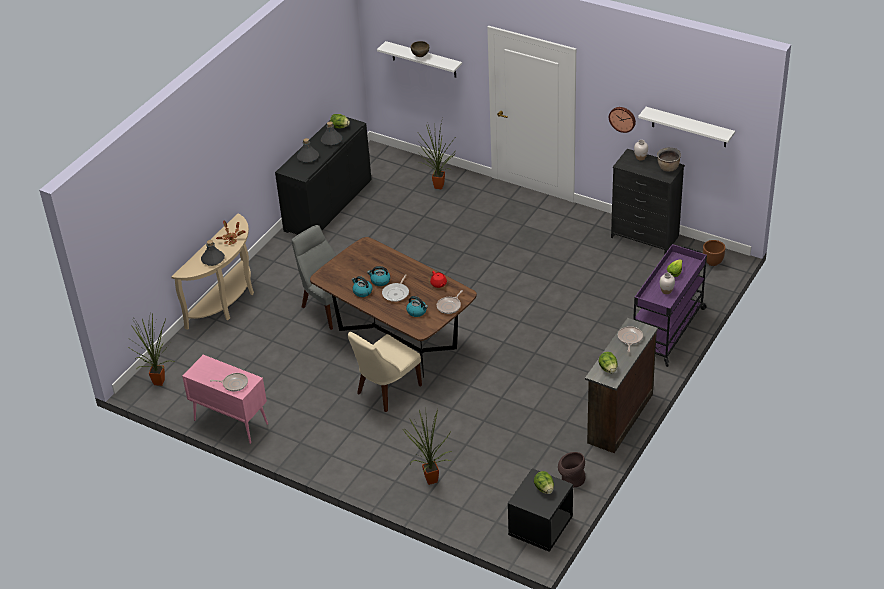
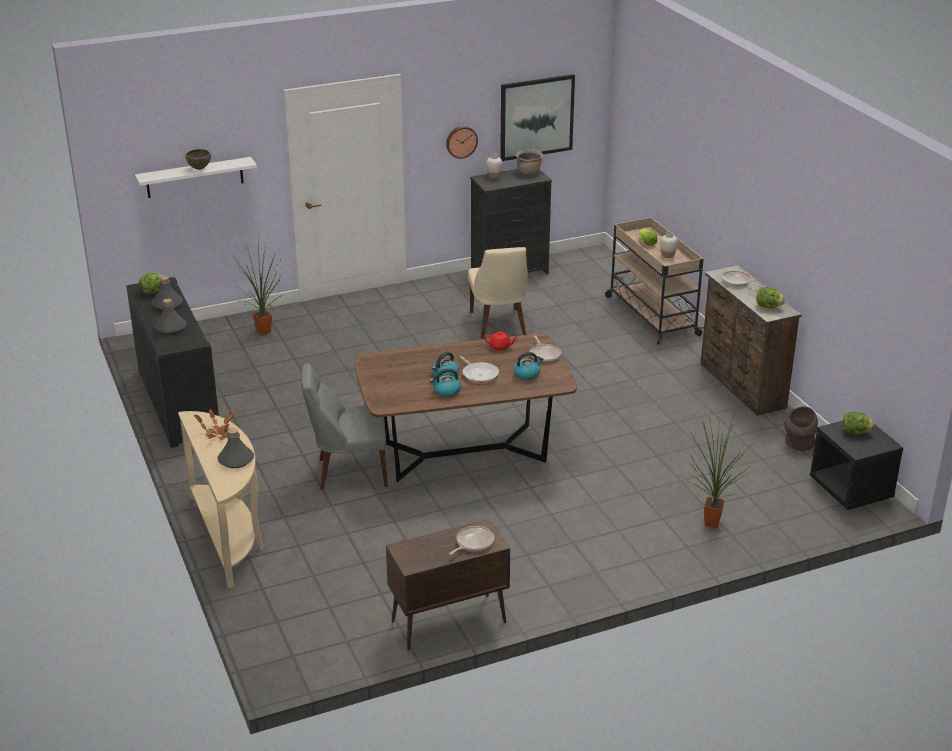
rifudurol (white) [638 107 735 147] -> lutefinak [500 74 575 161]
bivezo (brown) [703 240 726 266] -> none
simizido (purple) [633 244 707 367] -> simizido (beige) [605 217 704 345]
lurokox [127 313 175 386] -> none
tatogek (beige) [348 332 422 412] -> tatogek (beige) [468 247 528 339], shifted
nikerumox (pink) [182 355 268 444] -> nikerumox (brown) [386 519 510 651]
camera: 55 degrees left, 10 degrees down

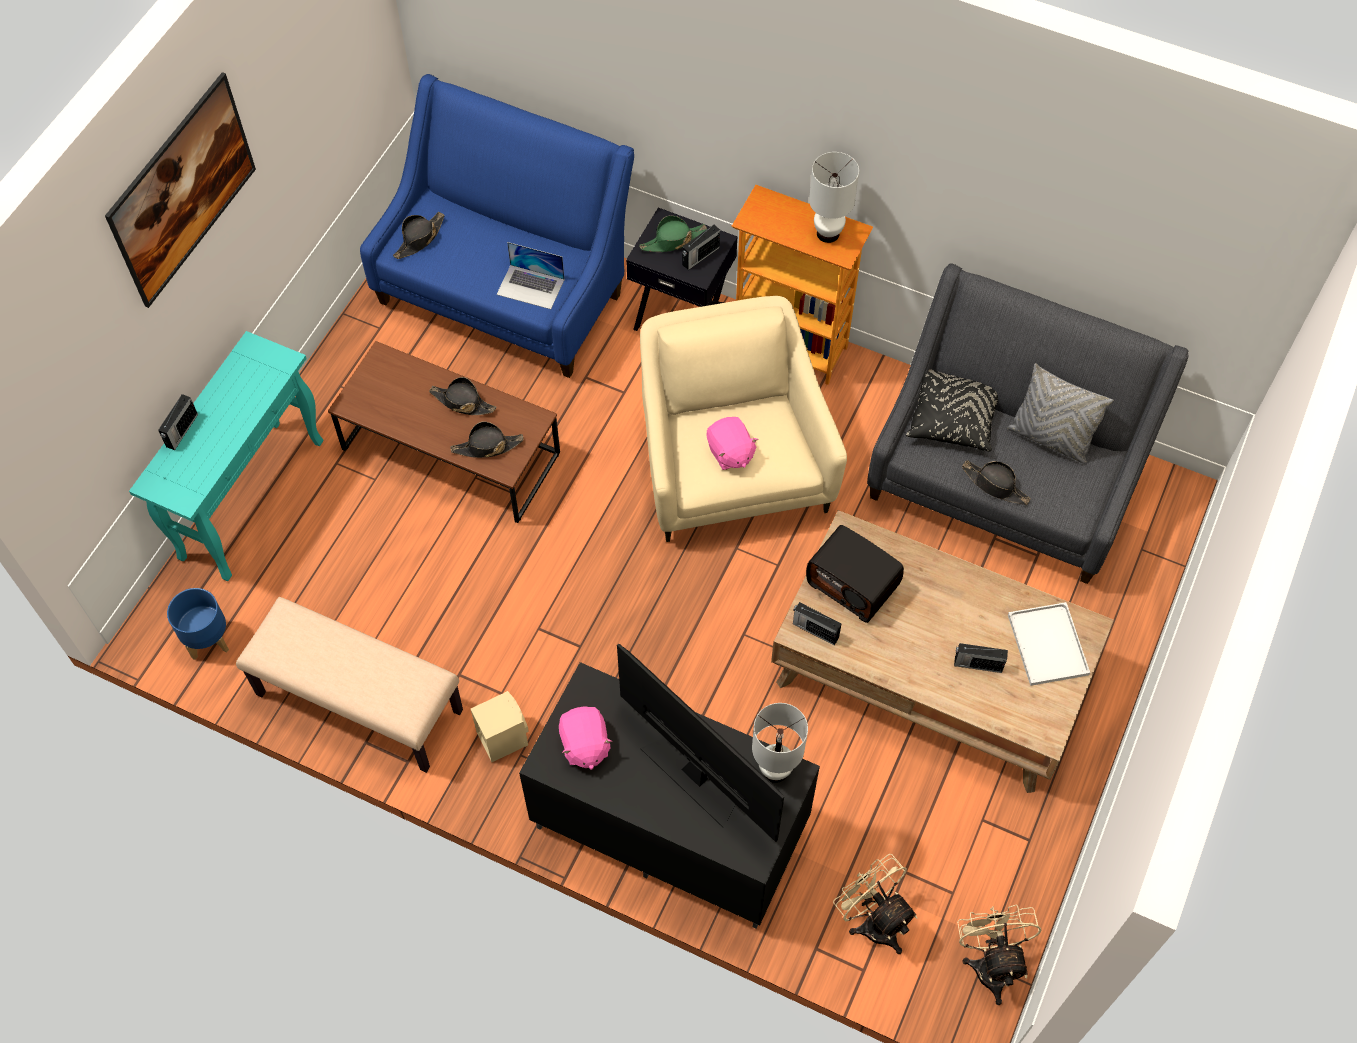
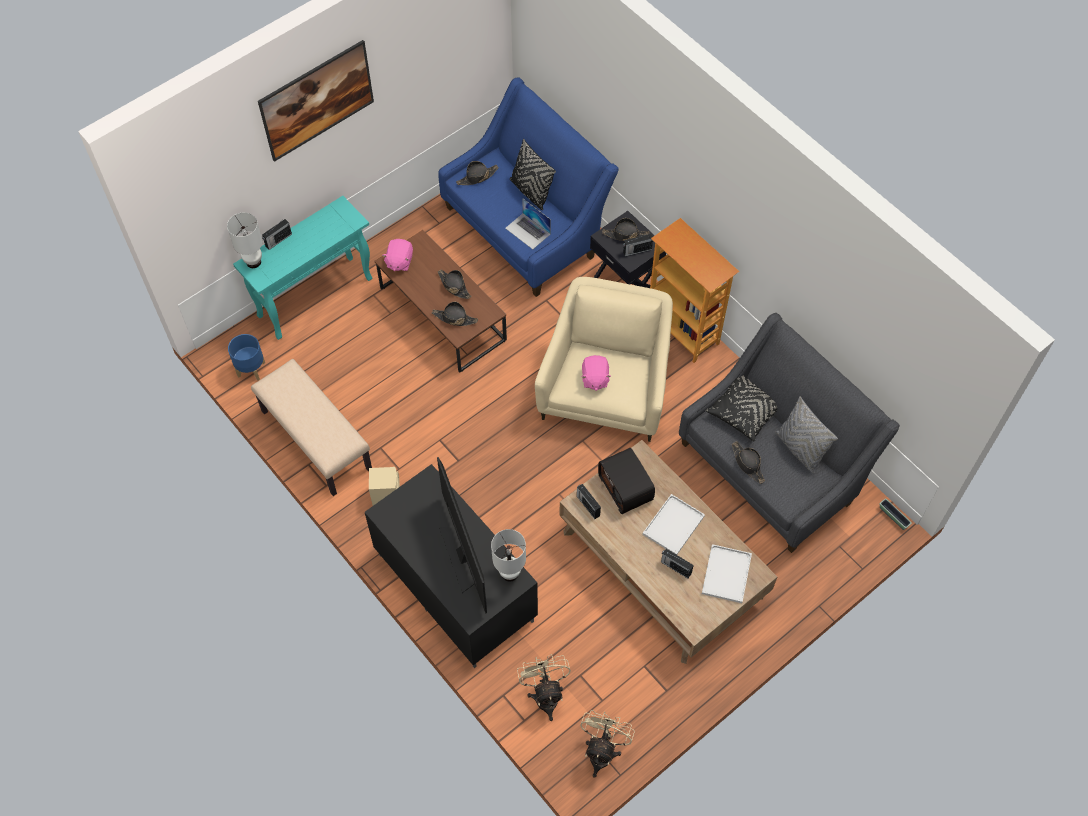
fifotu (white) [809 152 859 243] -> fifotu (white) [227 212 263 268], shifted
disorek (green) [639 215 707 252] -> disorek (black) [602 218 650 241]
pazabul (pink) [559 706 612 770] -> pazabul (pink) [382 239 413 271], shifted
none -> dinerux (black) [510 139 556 210]
none -> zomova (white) [643 494 705 555]
none -> bivezo [880 498 912 530]
camera: 25 degrees right, 0 degrees up

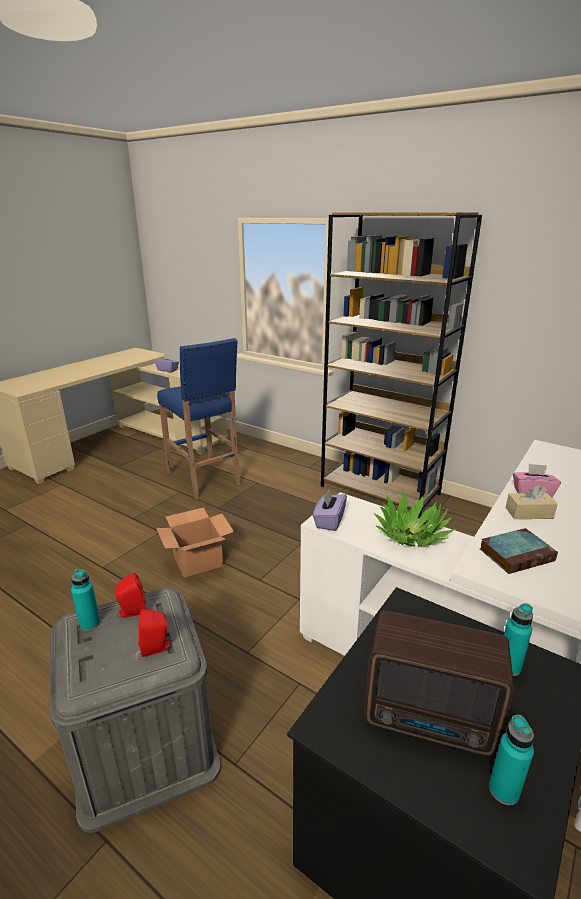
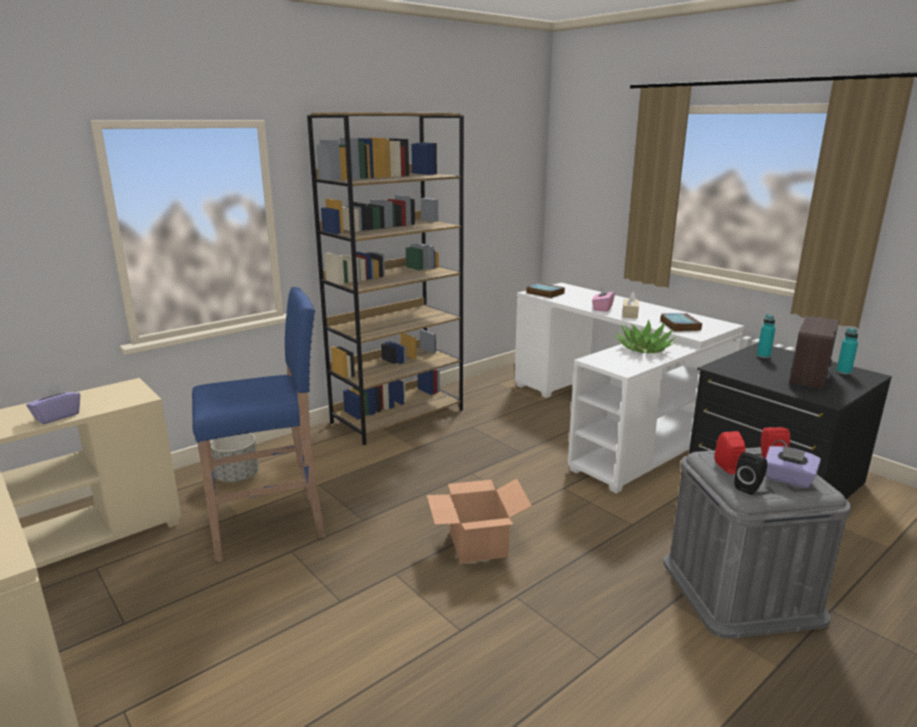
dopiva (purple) [313 489 347 531] -> dopiva (purple) [766 446 821 488], shifted
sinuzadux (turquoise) [71 569 100 631] -> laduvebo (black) [734 452 767 495]
none -> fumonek [526 283 565 298]
none -> bivezo (grey) [211 433 259 482]
camera: 75 degrees left, 5 degrees down

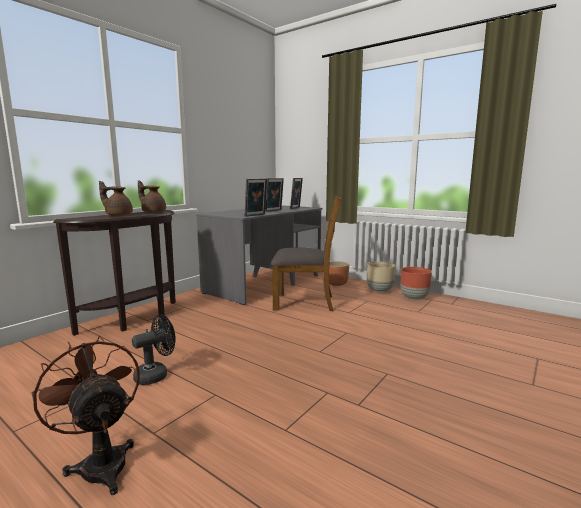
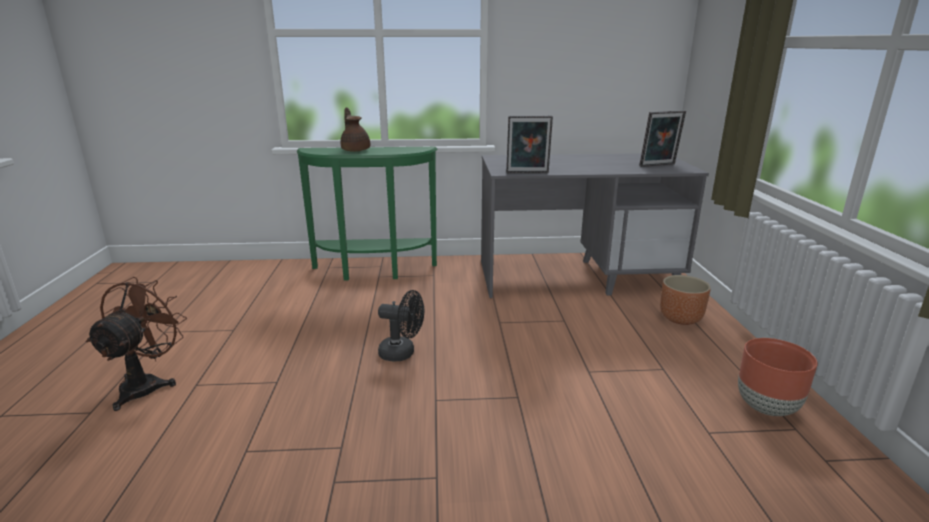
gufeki [265 178 284 212] -> none
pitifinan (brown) [138 180 166 213] -> none
tatogek (brown) [271 195 341 311] -> none
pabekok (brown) [53 210 176 336] -> pabekok (green) [297 147 438 280]
bivezo (beige) [367 261 395 292] -> none
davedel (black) [132 315 176 385] -> davedel (black) [378 290 424 361], shifted
camera: 50 degrees right, 10 degrees up

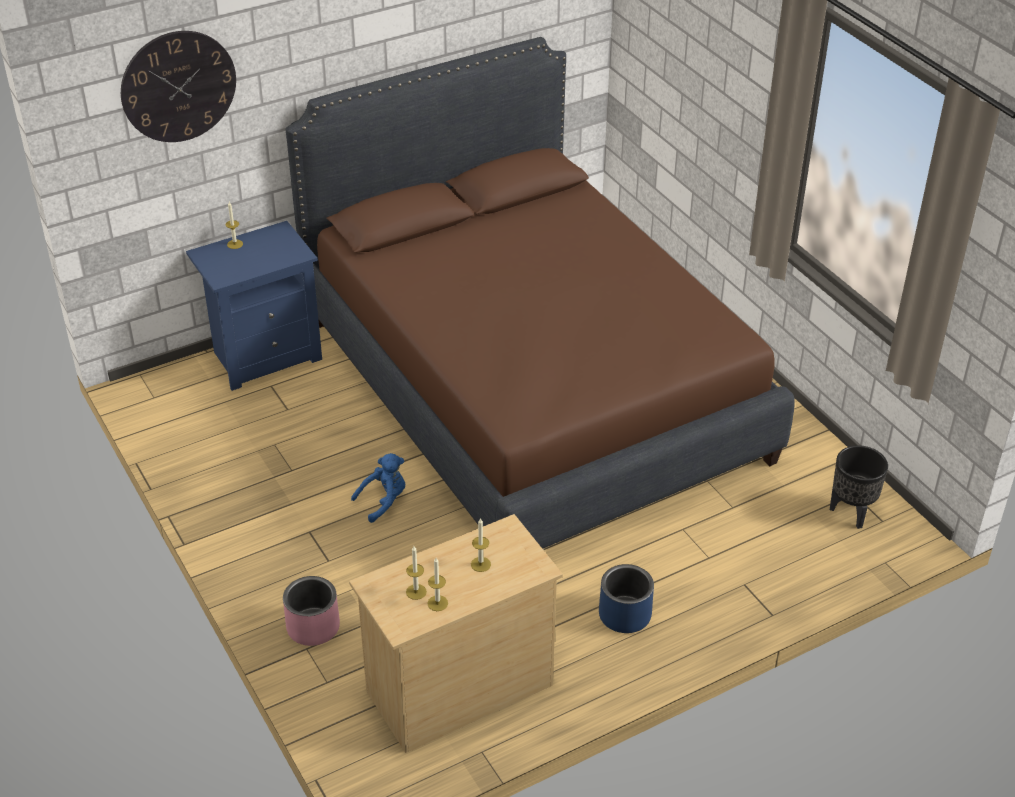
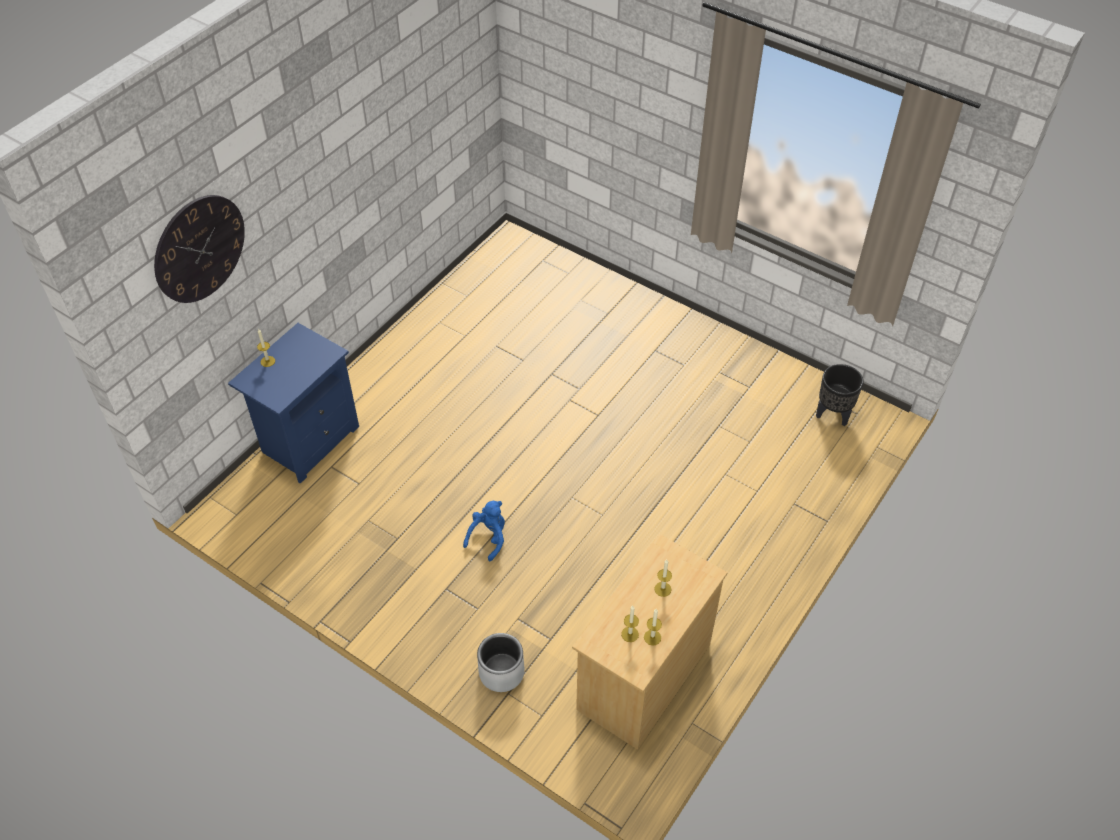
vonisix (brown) [286 37 795 549] -> none
bivezo (blue) [599 564 654 633] -> none
bivezo (pink) [283 576 340 646] -> bivezo (grey) [477 633 525 692]
camera: 25 degrees left, 10 degrees up

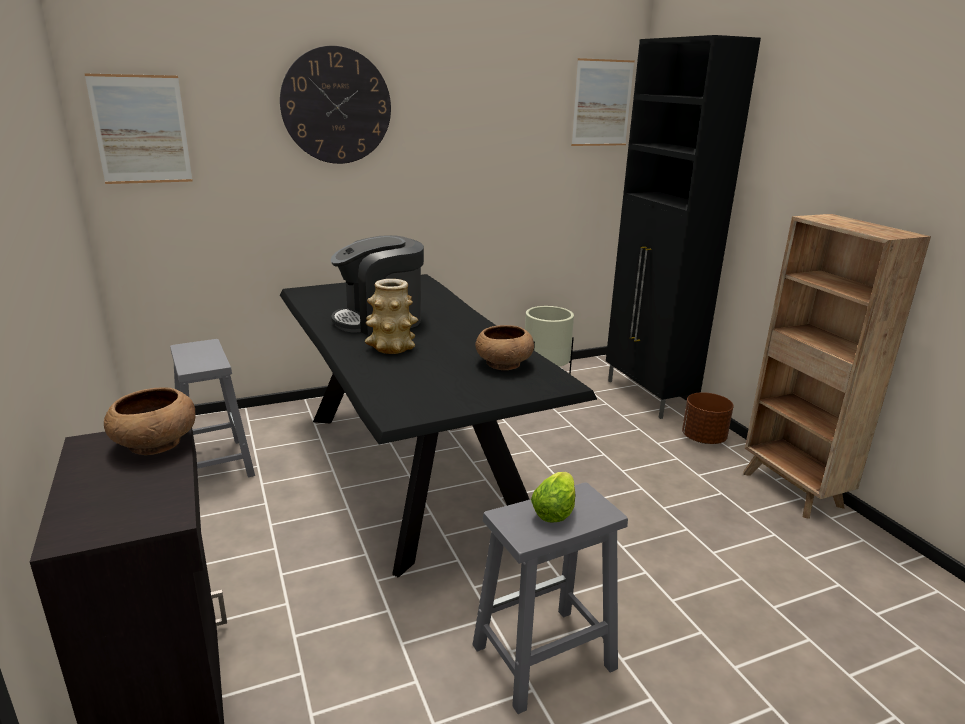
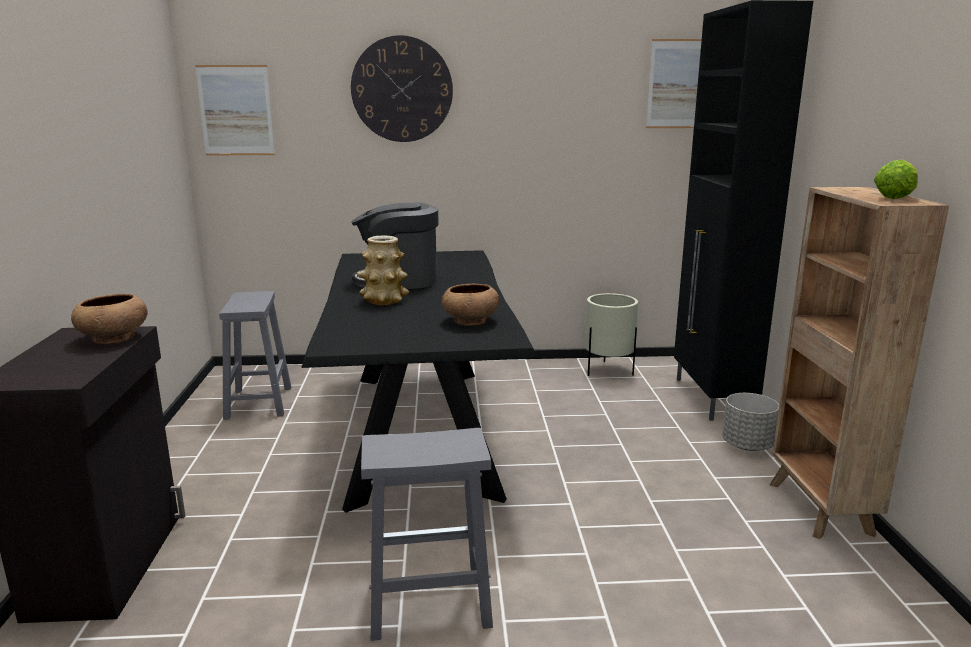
bivezo (brown) [682 392 733 444] -> bivezo (grey) [722 393 779 451]
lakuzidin [531 472 575 523] -> lakuzidin [874 160 918 199], shifted
camera: 20 degrees right, 5 degrees down

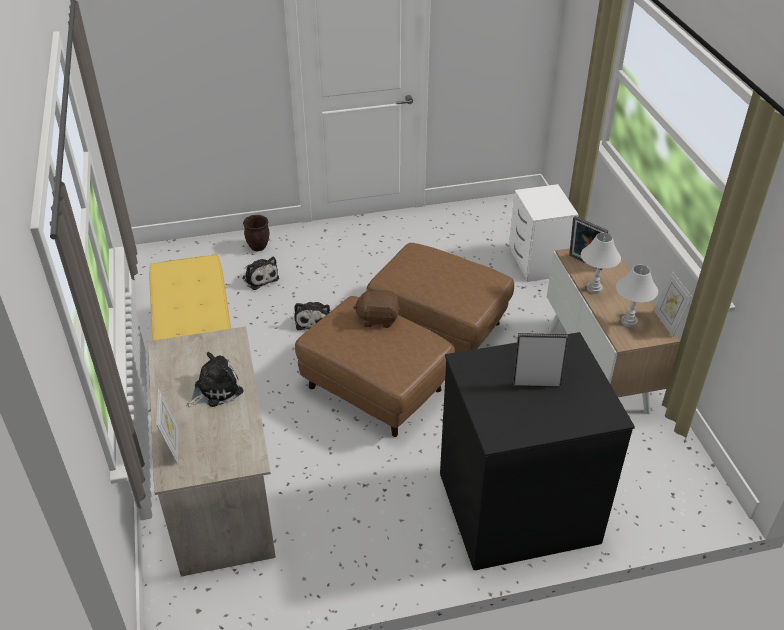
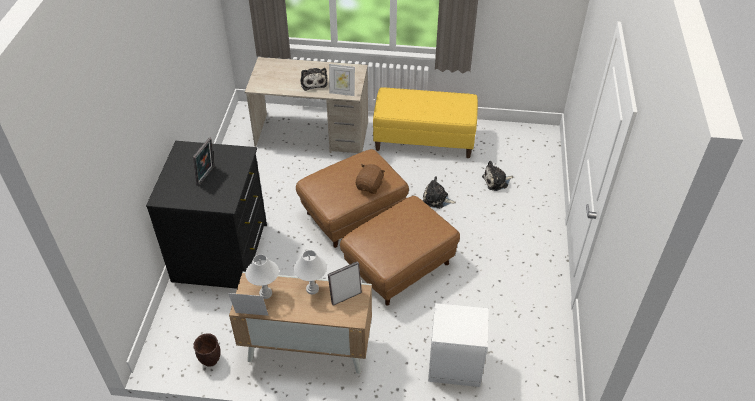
bivezo (brown) [243 215 269 251] -> bivezo (brown) [193 334 221 366], shifted
gufeki [156 388 179 464] -> gufeki [329 64 355 96], shifted
camera: 110 degrees right, 5 degrees up

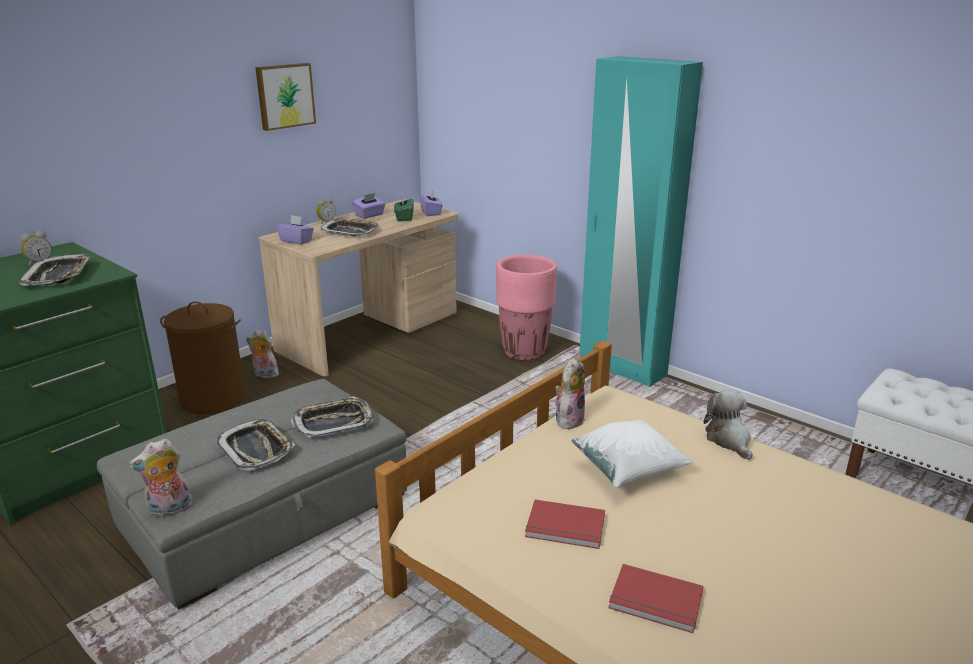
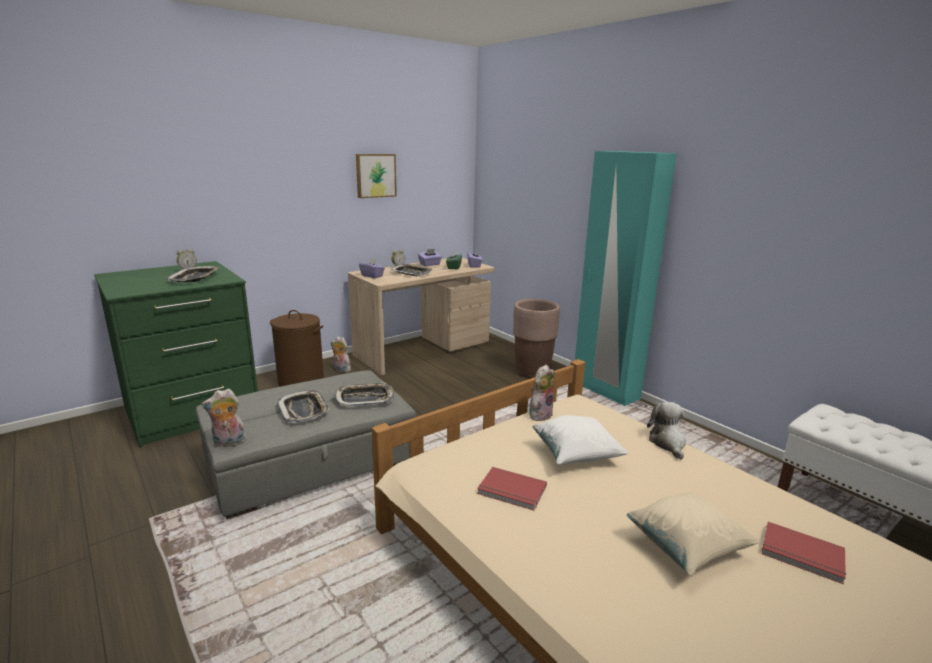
bivezo (pink) [496 254 557 361] -> bivezo (brown) [513 299 560 378]
fumonek (red) [608 564 703 633] -> fumonek (red) [762 522 846 584], shifted
none -> dinerux (beige) [627 492 760 575]
camera: 10 degrees right, 5 degrees down

